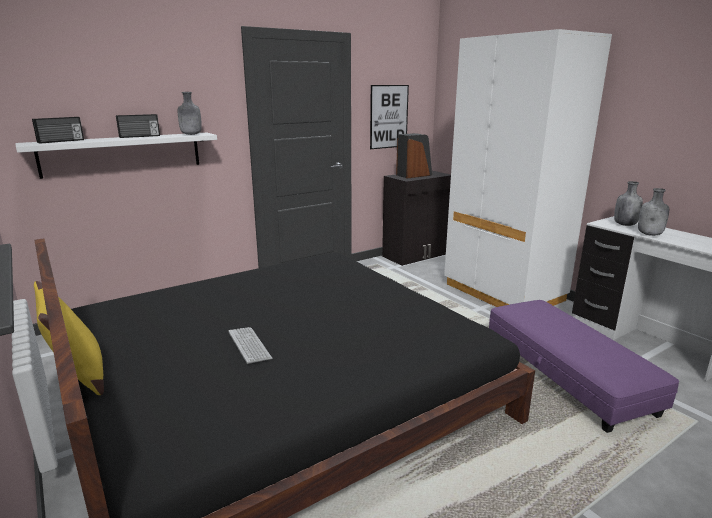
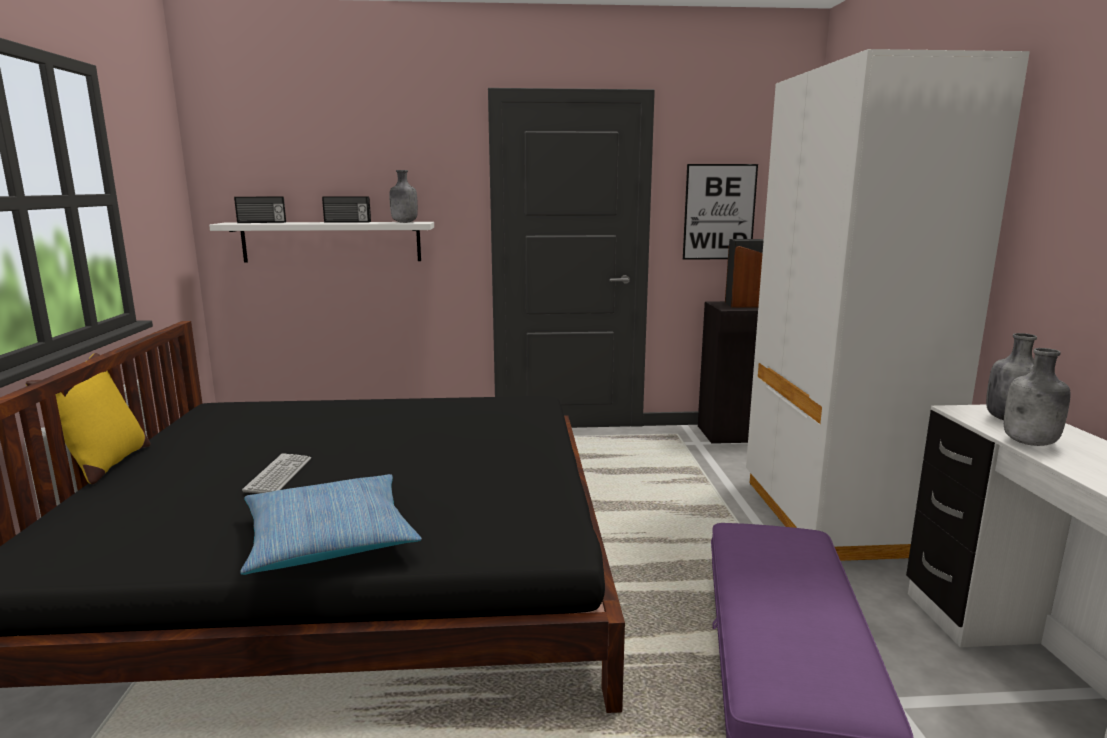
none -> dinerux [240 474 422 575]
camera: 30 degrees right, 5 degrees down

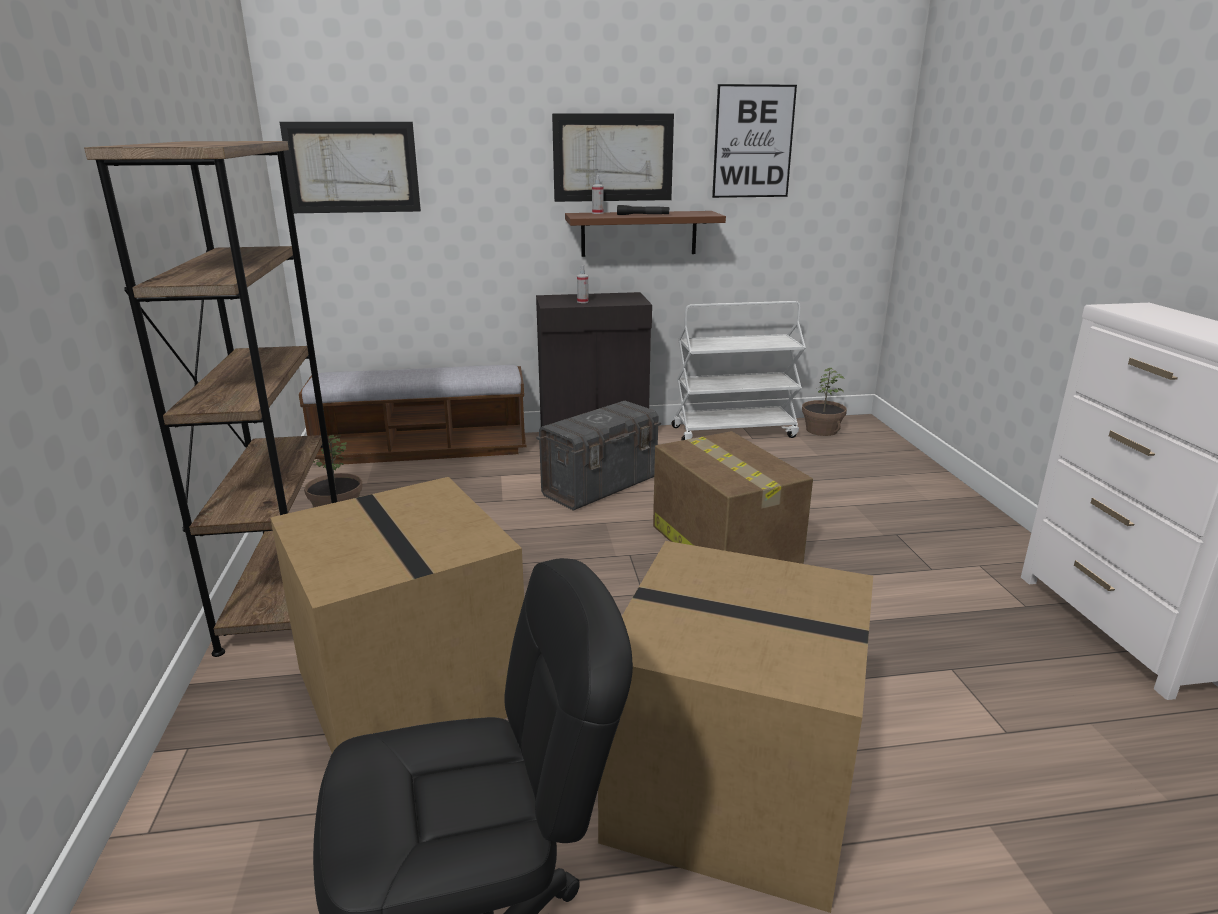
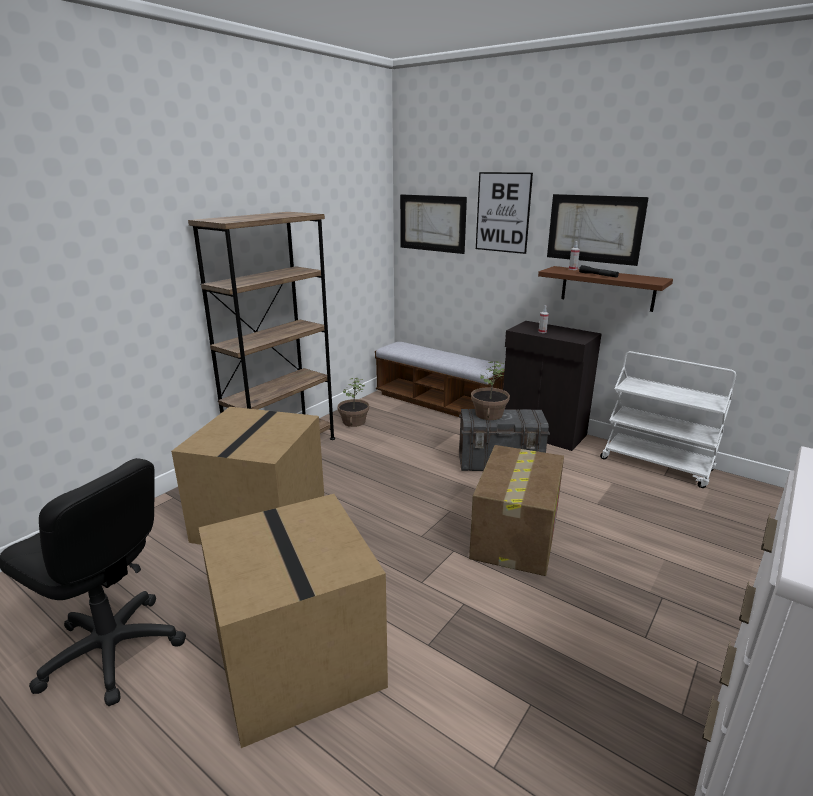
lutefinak [712 84 797 198] -> lutefinak [476 172 533 254], shifted
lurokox [802 368 847 436] -> lurokox [471 361 510 420], shifted
camera: 45 degrees right, 0 degrees up

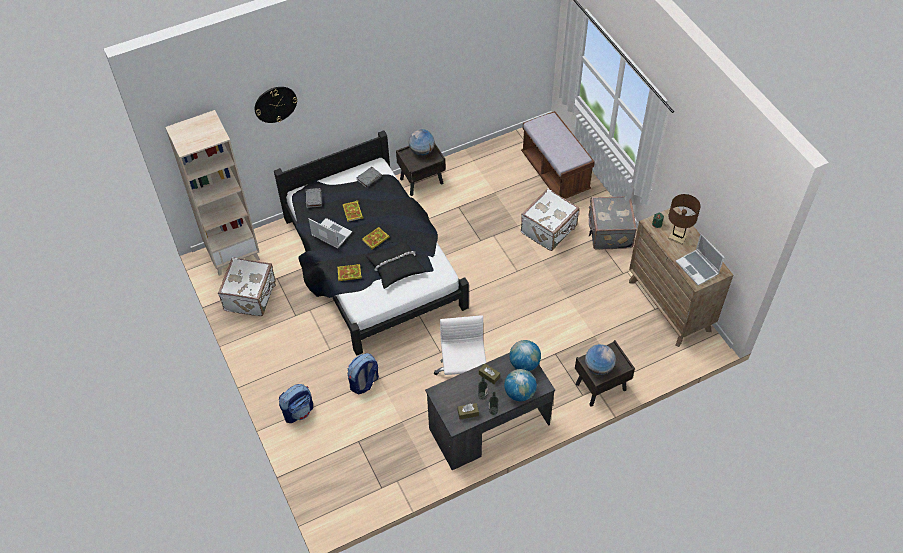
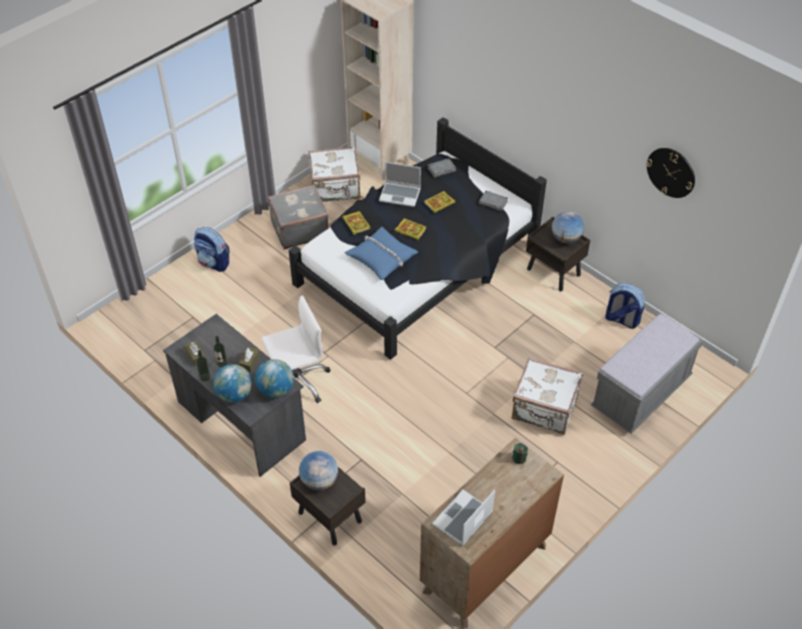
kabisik [255 87 297 123] -> kabisik [646 148 695 198], shifted
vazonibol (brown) [521 111 595 199] -> vazonibol (grey) [591 314 703 434]
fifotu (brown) [668 194 701 245] -> none
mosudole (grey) [589 196 637 250] -> mosudole (grey) [268 185 329 250], shifted
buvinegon [309 218 352 248] -> buvinegon [379 162 421 207], 90 degrees clockwise
dinerux (black) [366 240 426 289] -> dinerux (blue) [345 227 418 280]
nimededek [348 353 379 394] -> nimededek [605 283 645 329], shifted
camera: 70 degrees right, 5 degrees down

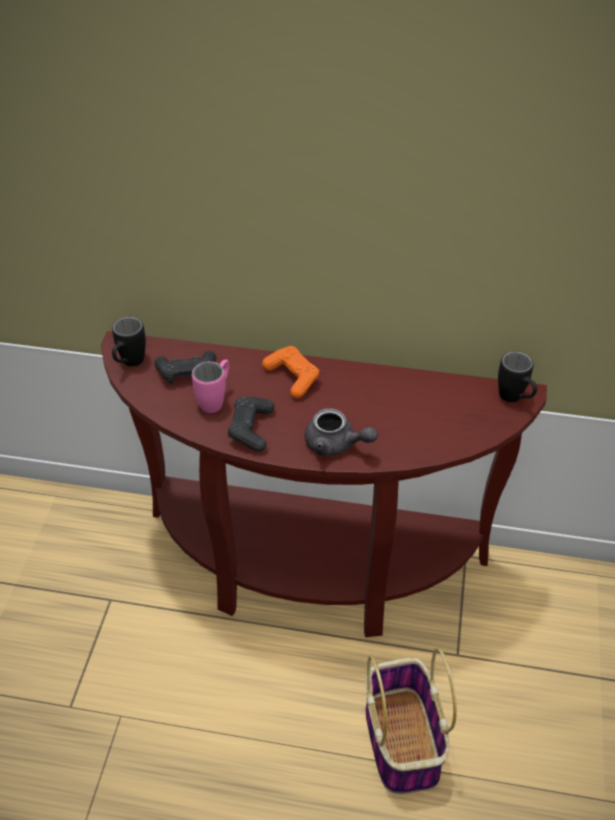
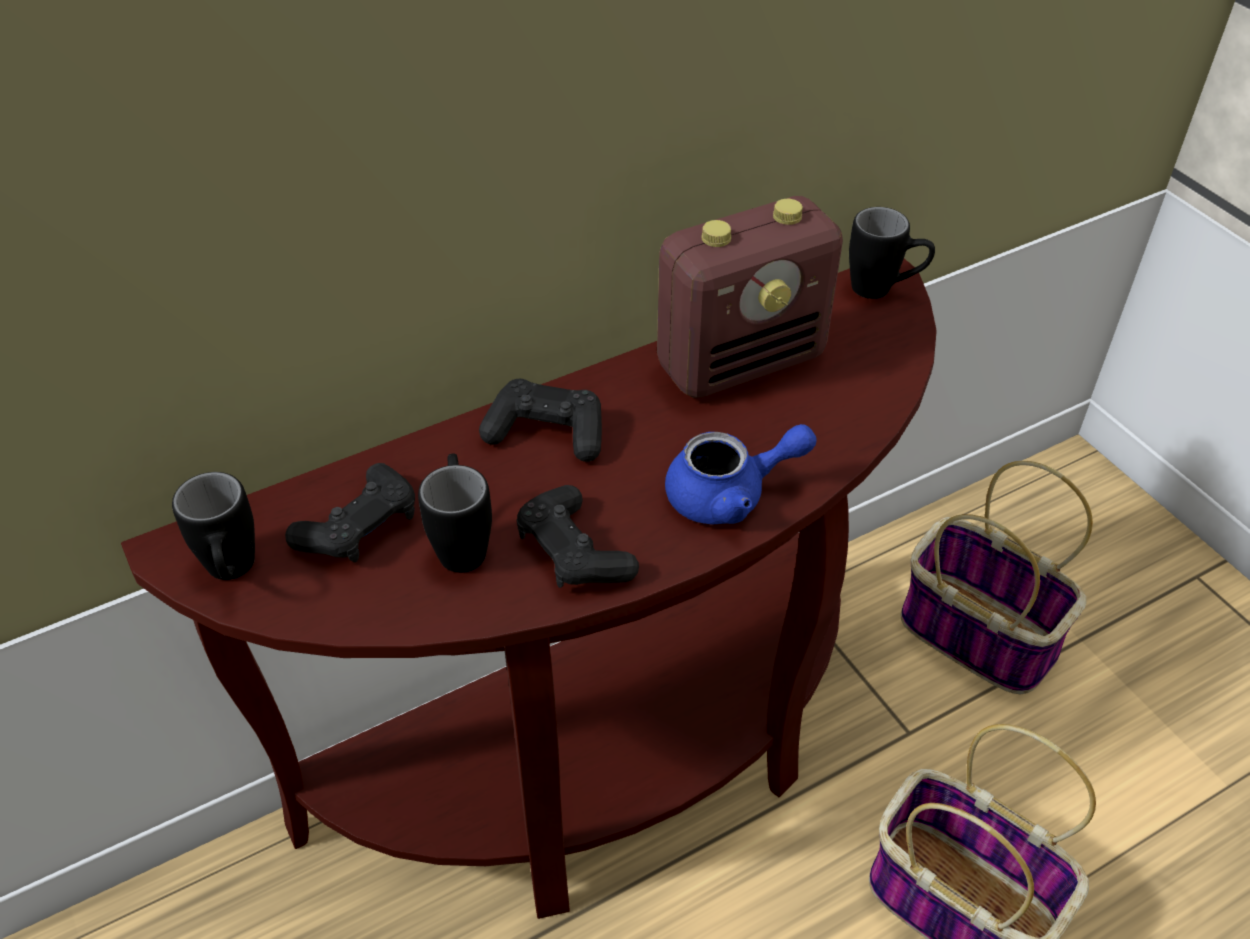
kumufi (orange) [262 346 319 398] -> kumufi (black) [479 379 602 462]
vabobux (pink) [192 359 229 413] -> vabobux (black) [418 454 492 573]
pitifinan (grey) [305 408 378 456] -> pitifinan (blue) [665 424 817 525]
none -> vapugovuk [657 196 843 398]
none -> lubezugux [901 461 1093 694]
camera: 40 degrees left, 0 degrees up

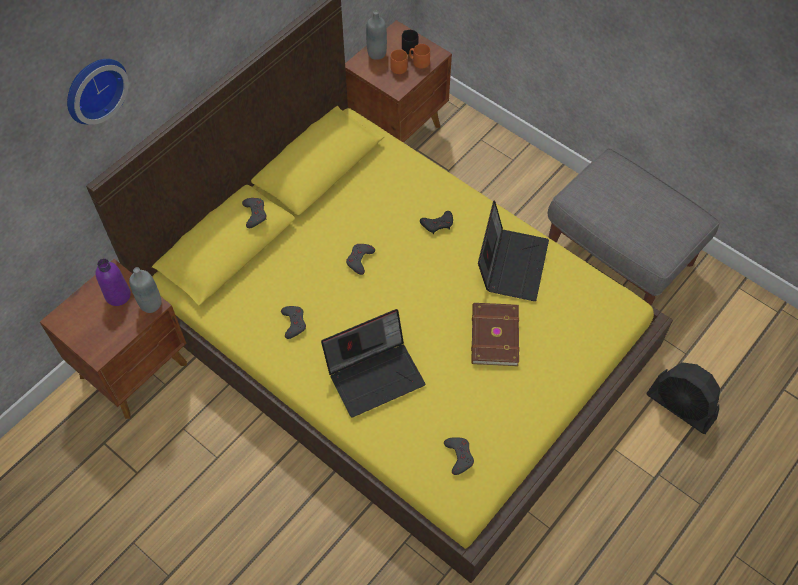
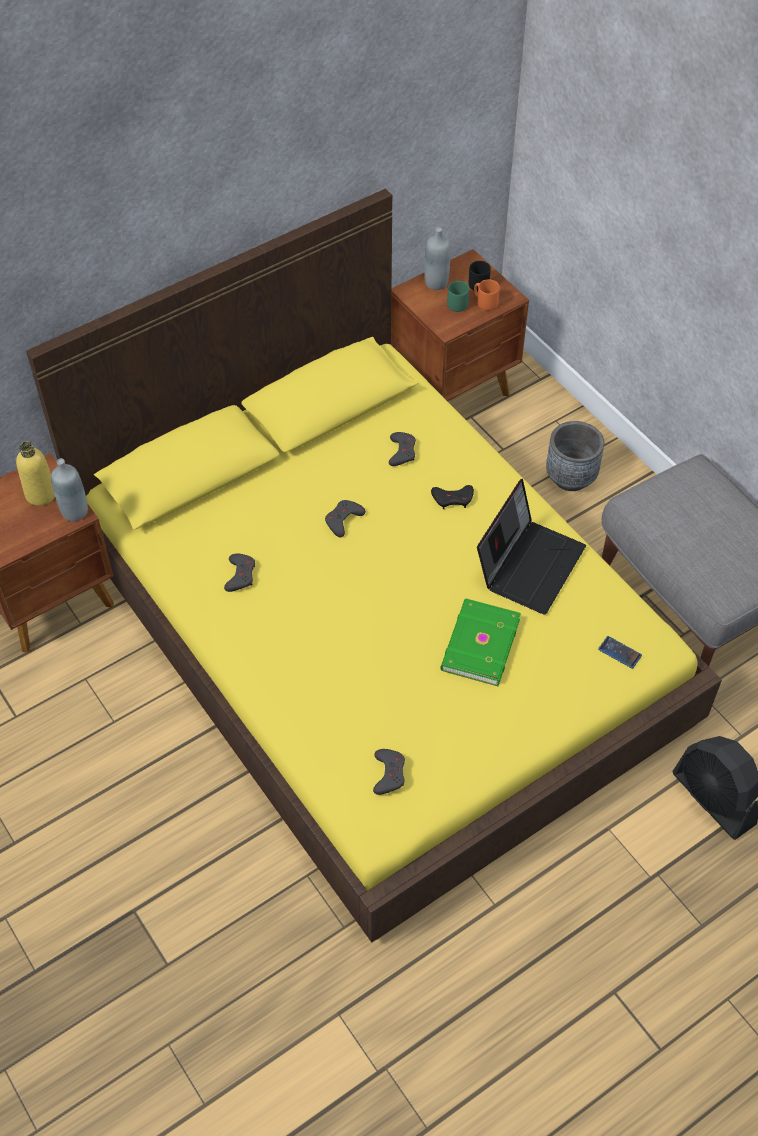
vabobux (orange) [390 49 407 74] -> vabobux (green) [447 281 469 312]
kabisik [67 59 129 125] -> none
kumufi (grey) [242 198 267 228] -> kumufi (grey) [389 432 416 466], shifted
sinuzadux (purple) [95 259 131 306] -> sinuzadux (yellow) [16 442 55 506]
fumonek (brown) [471 303 520 366] -> fumonek (green) [440 599 521 686]
buvinegon [321 309 425 418] -> none
none -> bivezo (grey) [546 421 604 491]
none -> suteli [598 636 642 669]
camera: 15 degrees right, 5 degrees down

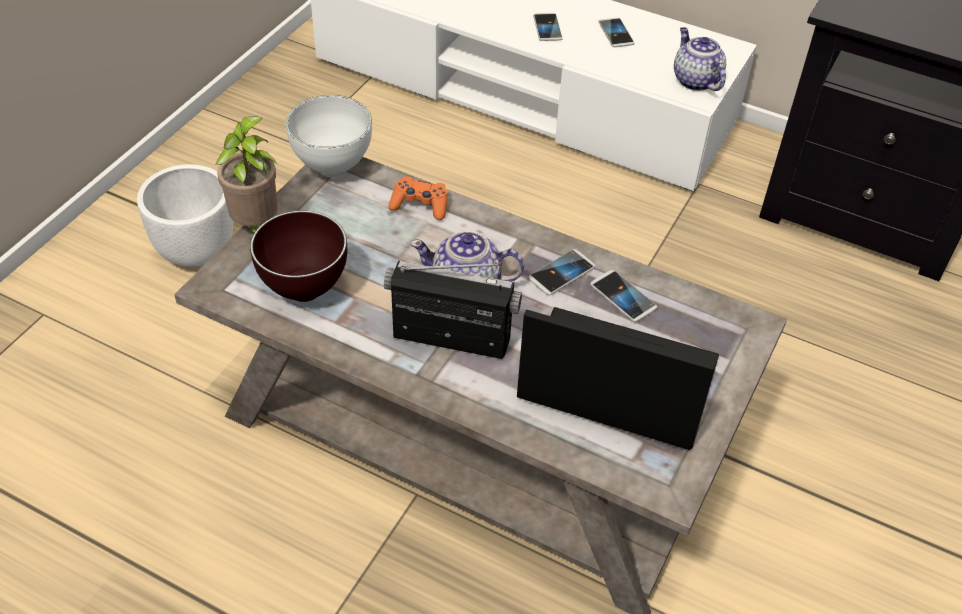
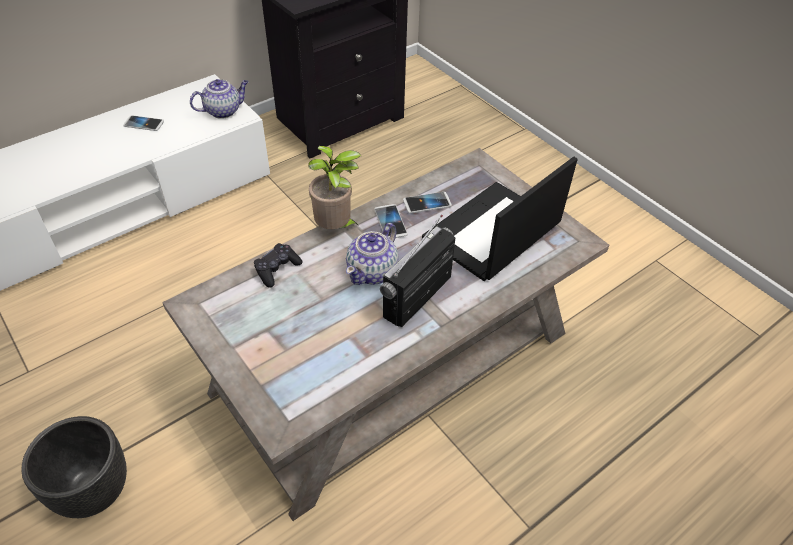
suteli [533 13 563 41] -> none
pitifinan [674 27 726 91] -> pitifinan [190 79 248 119], 150 degrees clockwise
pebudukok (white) [286 95 372 177] -> none
lurokox [215 116 277 233] -> lurokox [308 146 361 229], shifted
bivezo (white) [137 164 233 268] -> bivezo (black) [21 416 127 518]
kumufi (orange) [389 176 447 220] -> kumufi (black) [254 243 303 288]
pebudukok (brown) [250 211 347 302] -> none
camera: 65 degrees left, 0 degrees up

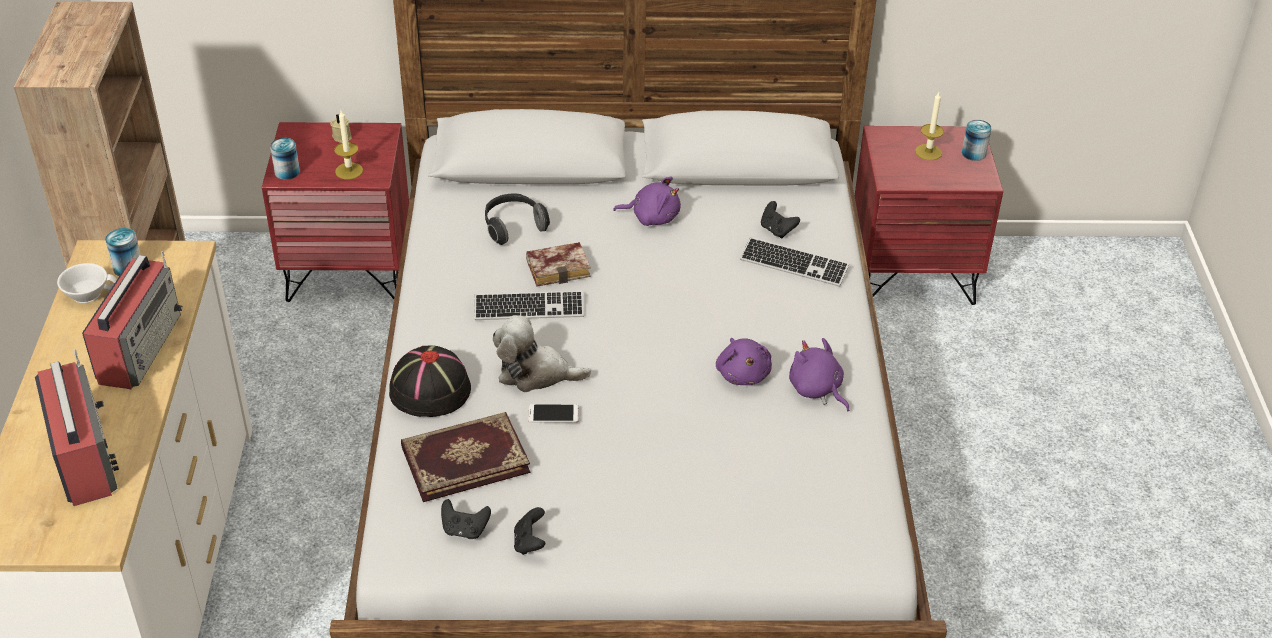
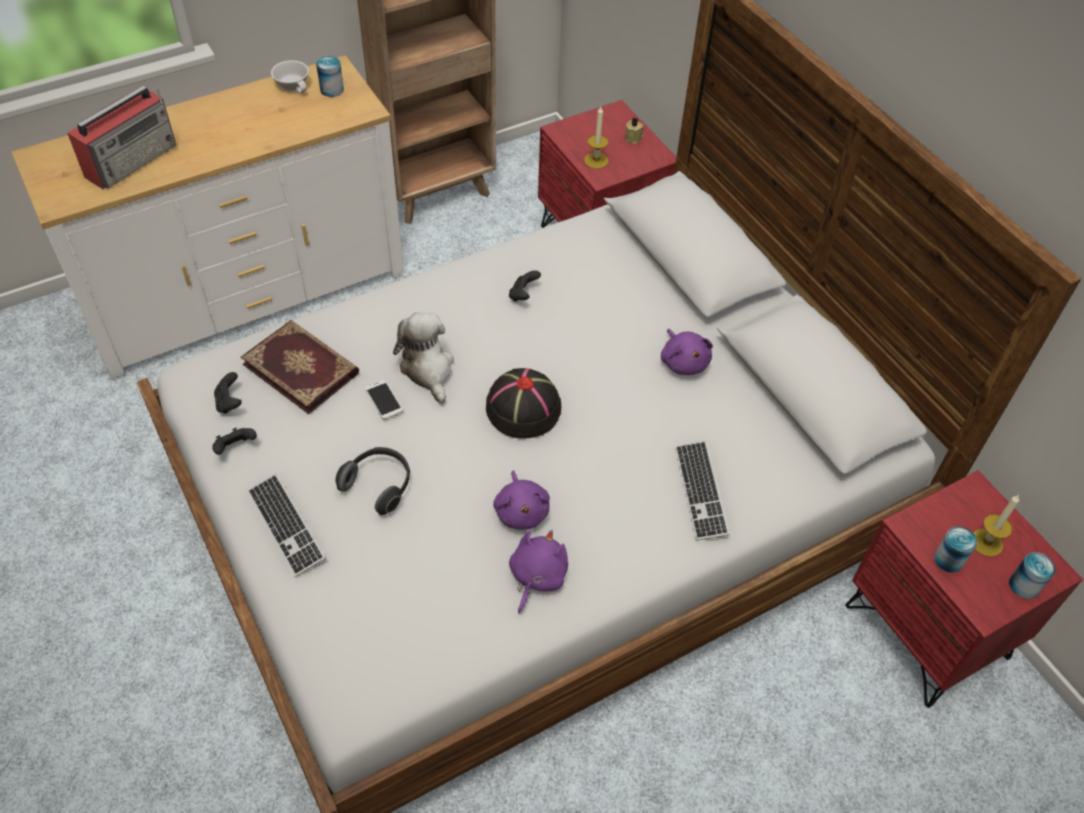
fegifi [270 138 300 180] -> fegifi [934 526 977 573], shifted
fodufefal [485 193 550 245] -> fodufefal [335 447 410 515], shifted
kumufi (black) [761 201 800 239] -> kumufi (black) [509 270 541 301], shifted
fumonek [526 242 590 287] -> none
vapugovuk [82 251 182 389] -> none
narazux [475 291 584 320] -> narazux [247 474 326 577], shifted
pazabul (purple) [716 338 772 385] -> pazabul (purple) [493 471 550 530], 60 degrees counterclockwise
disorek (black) [389 345 471 417] -> disorek (black) [486 368 561 438], shifted
camera: 60 degrees right, 10 degrees up

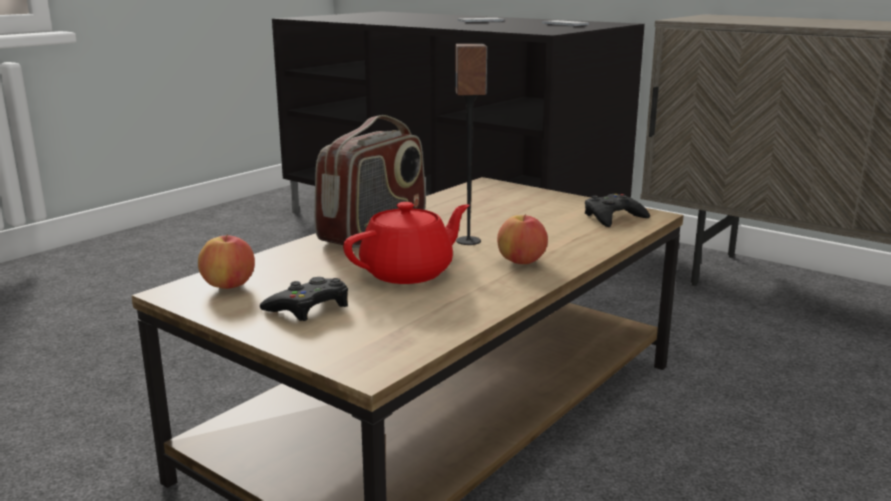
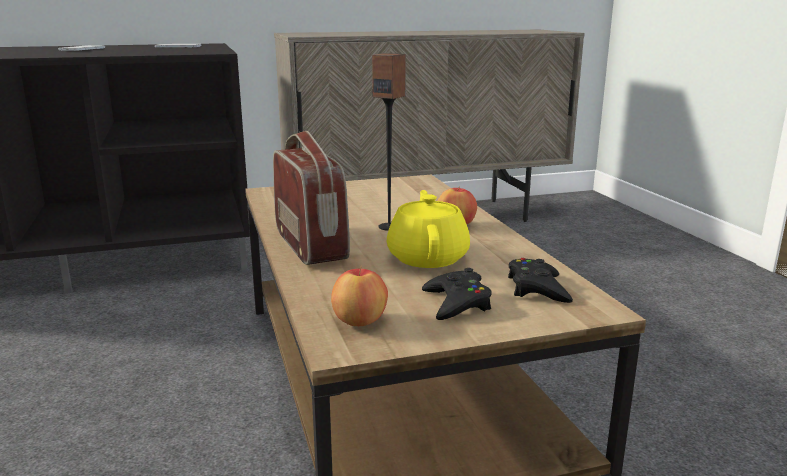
kumufi (black) [585 194 650 227] -> kumufi (black) [508 258 573 303], shifted
pitifinan (red) [343 202 470 284] -> pitifinan (yellow) [387 190 470 268]
camera: 55 degrees left, 0 degrees up

